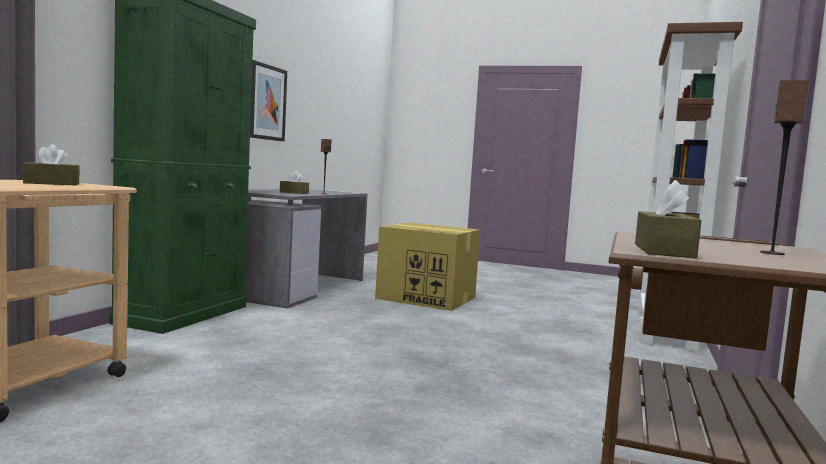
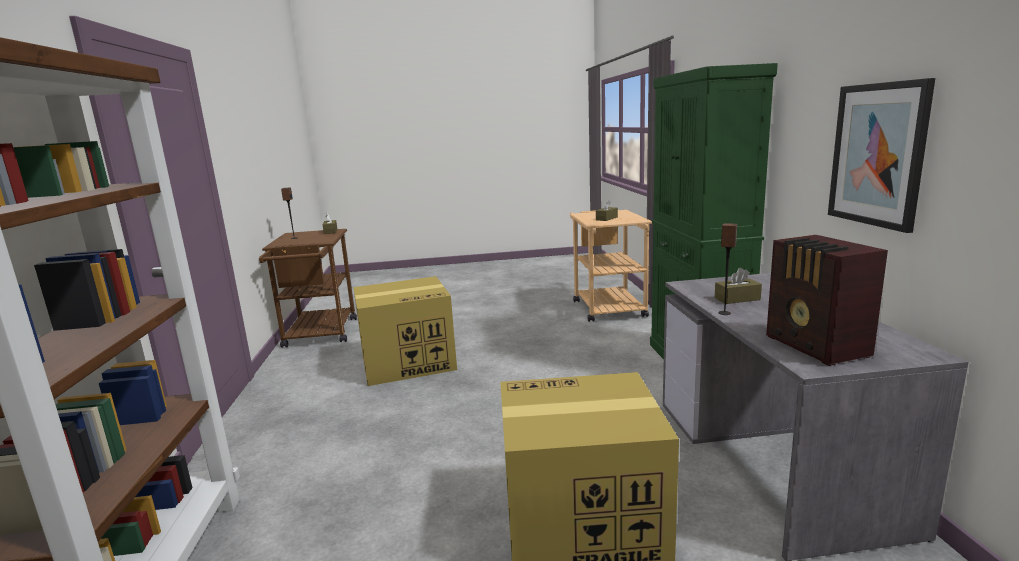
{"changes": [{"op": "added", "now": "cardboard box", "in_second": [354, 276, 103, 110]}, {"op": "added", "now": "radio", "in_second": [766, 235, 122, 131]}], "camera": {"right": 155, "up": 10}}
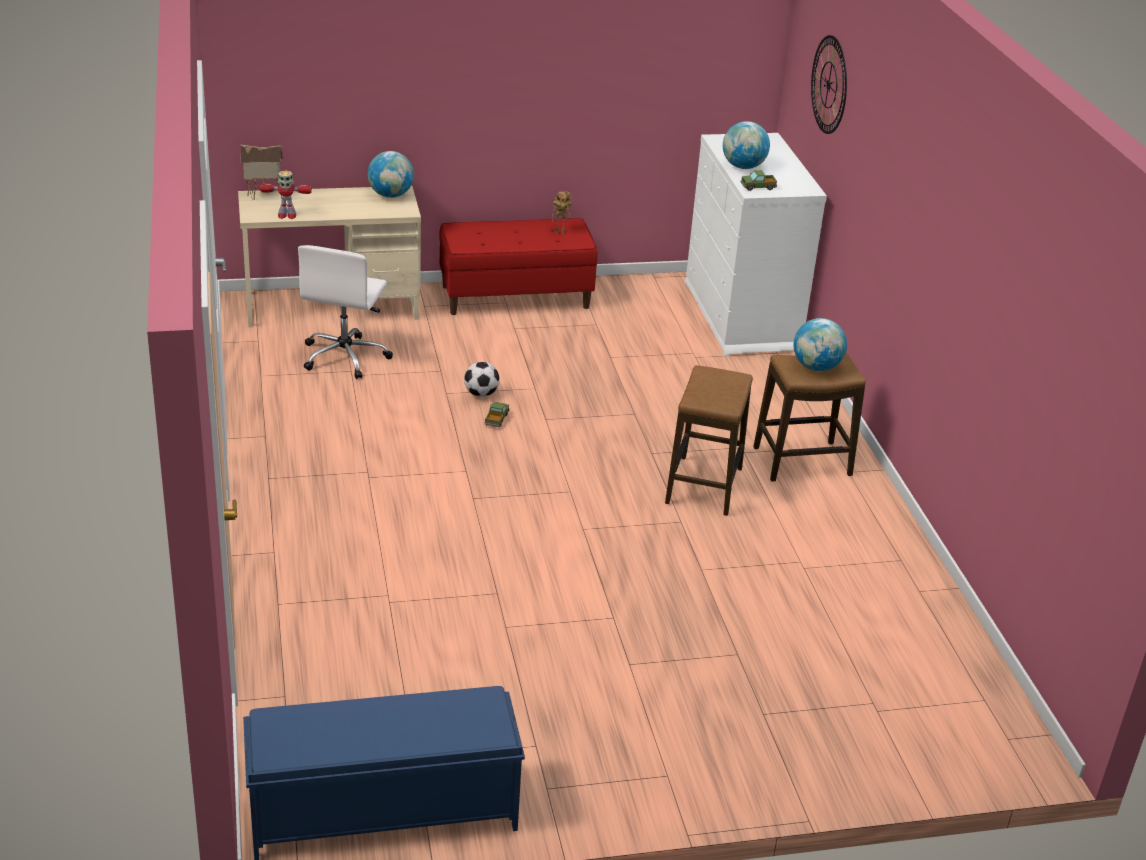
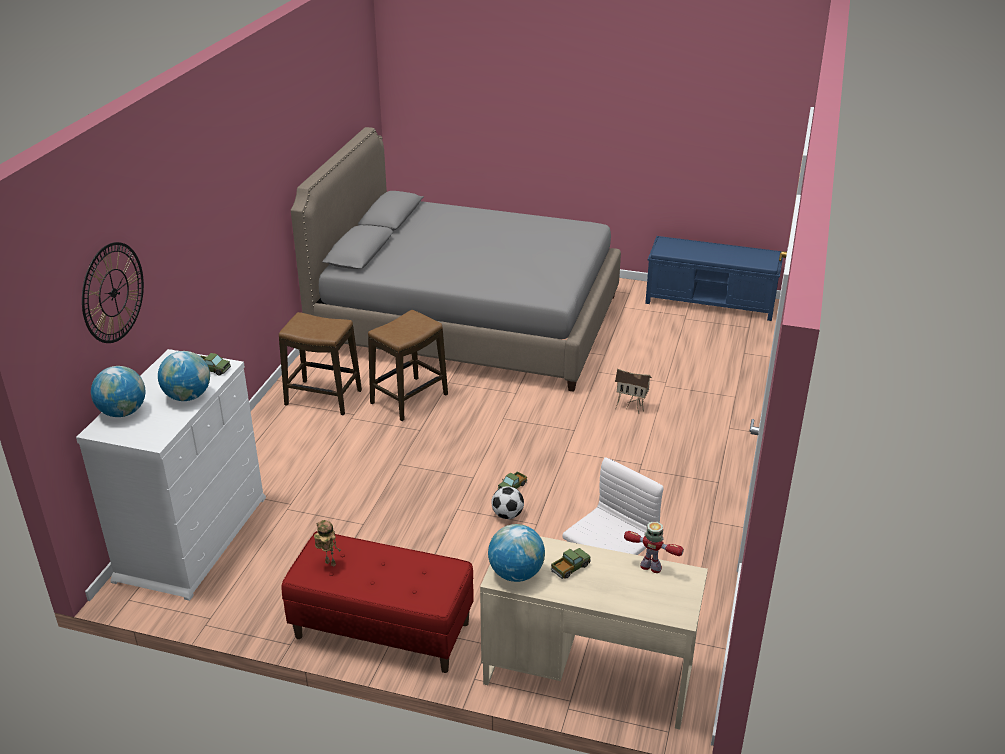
{"changes": [{"op": "moved", "was": "globe", "in_first": [793, 318, 54, 53], "in_second": [91, 366, 54, 51]}, {"op": "added", "now": "grey bed", "in_second": [291, 127, 330, 265]}, {"op": "added", "now": "toy truck", "in_second": [551, 548, 40, 31]}, {"op": "moved", "was": "toy house", "in_first": [241, 145, 42, 55], "in_second": [615, 369, 37, 45]}], "camera": {"right": -150, "up": 0}}
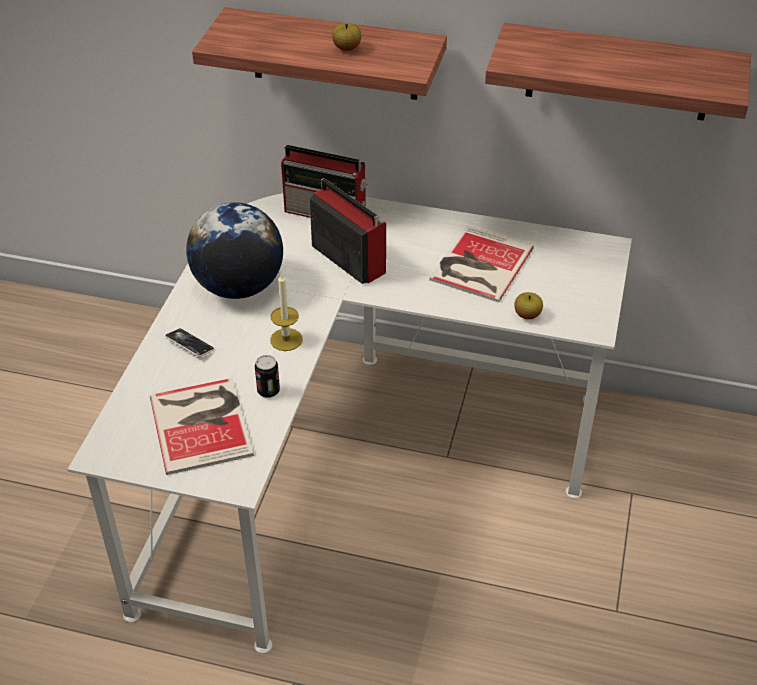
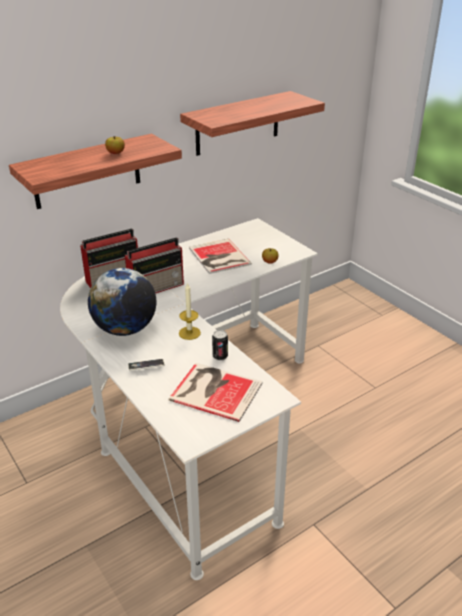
{"changes": [{"op": "turned", "was": "radio", "in_first": [310, 178, 76, 106], "in_second": [125, 238, 59, 55], "clockwise": 150}], "camera": {"right": -50, "up": -10}}
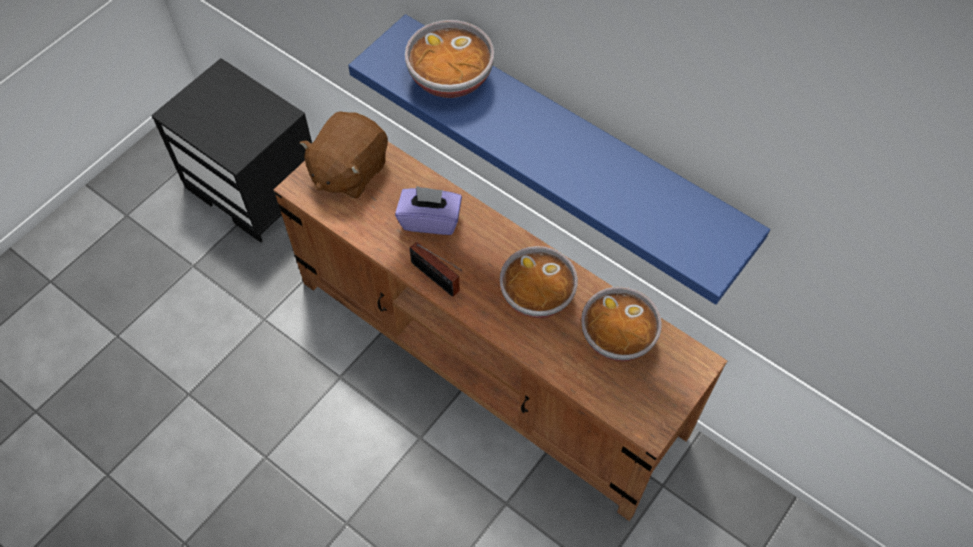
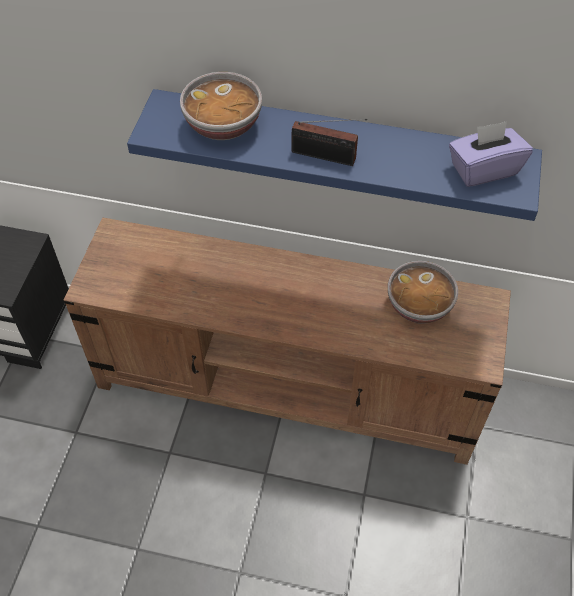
{"changes": [{"op": "moved", "was": "radio", "in_first": [409, 242, 53, 55], "in_second": [292, 119, 75, 47]}, {"op": "moved", "was": "purple tissue box", "in_first": [395, 186, 67, 49], "in_second": [449, 121, 84, 66]}, {"op": "removed", "was": "brown plush toy", "in_first": [299, 112, 89, 86]}, {"op": "removed", "was": "bowl", "in_first": [500, 246, 78, 72]}], "camera": {"right": -25, "up": -5}}
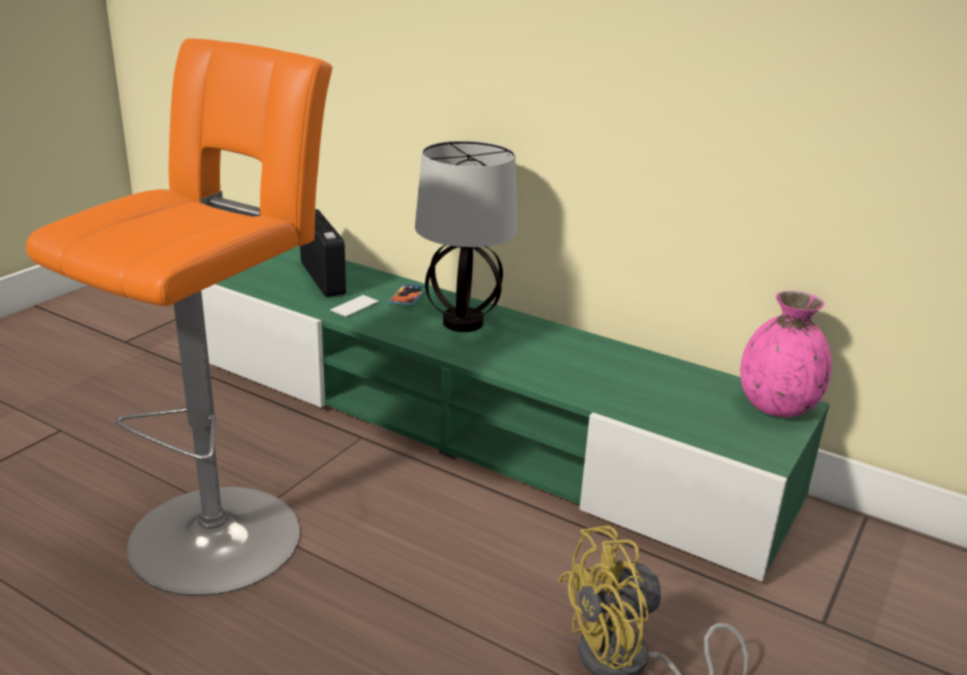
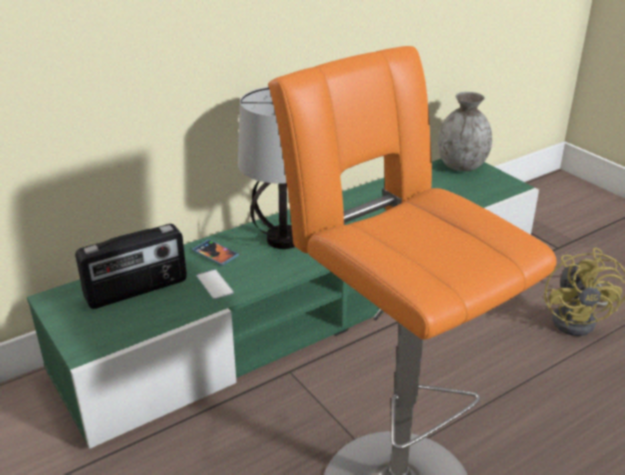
{"changes": [{"op": "turned", "was": "radio", "in_first": [300, 209, 46, 88], "in_second": [75, 224, 112, 85], "clockwise": 150}, {"op": "recoloured", "was": "pink vase", "now": "grey vase", "in_first": [740, 291, 92, 126], "in_second": [438, 92, 54, 79]}], "camera": {"right": -65, "up": 5}}
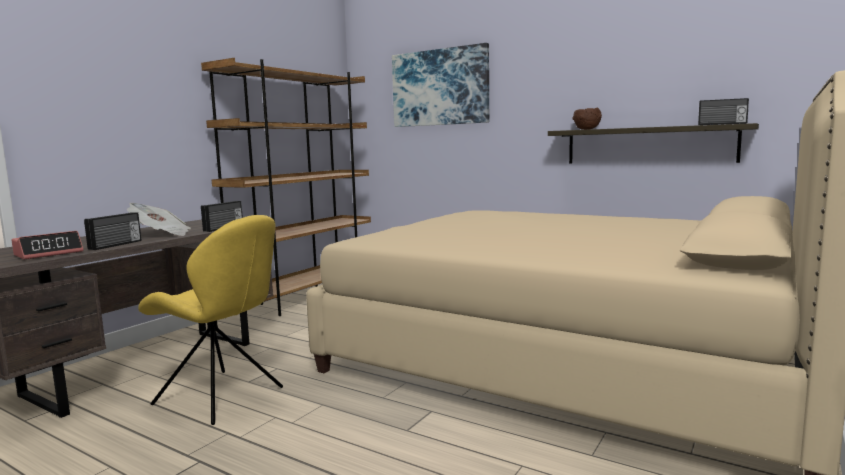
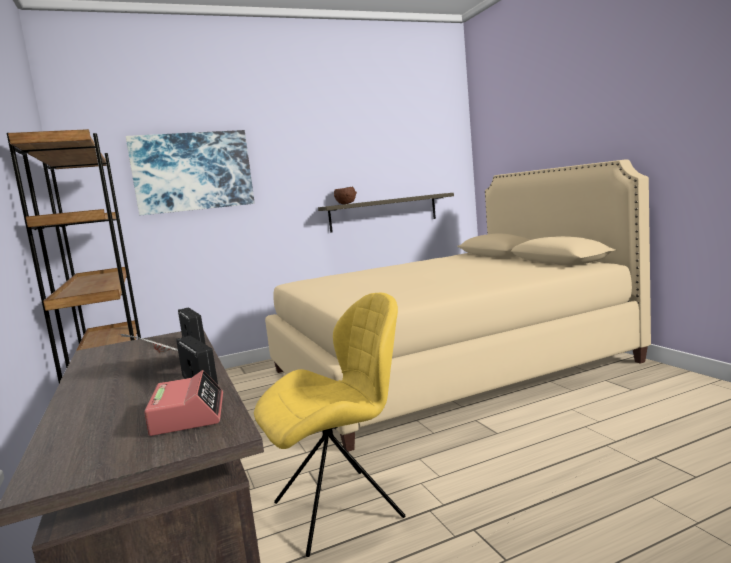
{"changes": [{"op": "removed", "was": "radio", "in_first": [698, 98, 51, 27]}], "camera": {"right": -55, "up": 0}}
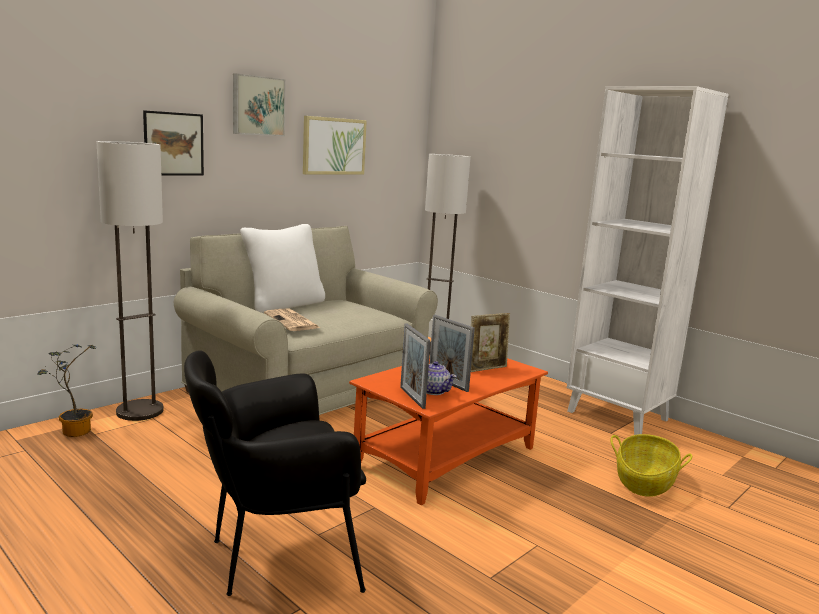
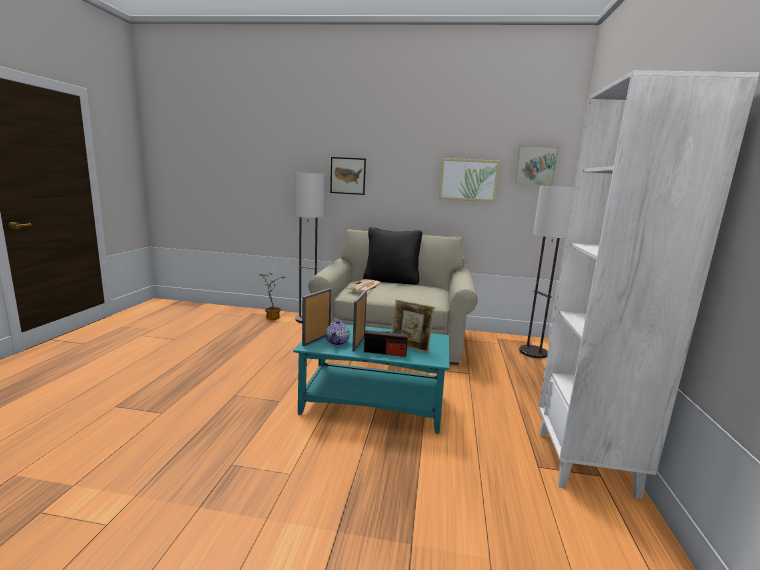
{"changes": [{"op": "recoloured", "was": "orange coffee table", "now": "turquoise coffee table", "in_first": [349, 358, 199, 147], "in_second": [293, 324, 157, 110]}, {"op": "recoloured", "was": "white pillow", "now": "black pillow", "in_first": [240, 224, 85, 89], "in_second": [363, 227, 59, 58]}, {"op": "added", "now": "radio", "in_second": [364, 330, 44, 27]}, {"op": "moved", "was": "picture", "in_first": [233, 73, 53, 63], "in_second": [514, 145, 45, 41]}, {"op": "removed", "was": "black armchair", "in_first": [184, 350, 182, 246]}, {"op": "removed", "was": "basket", "in_first": [611, 434, 81, 63]}], "camera": {"right": 55, "up": 0}}
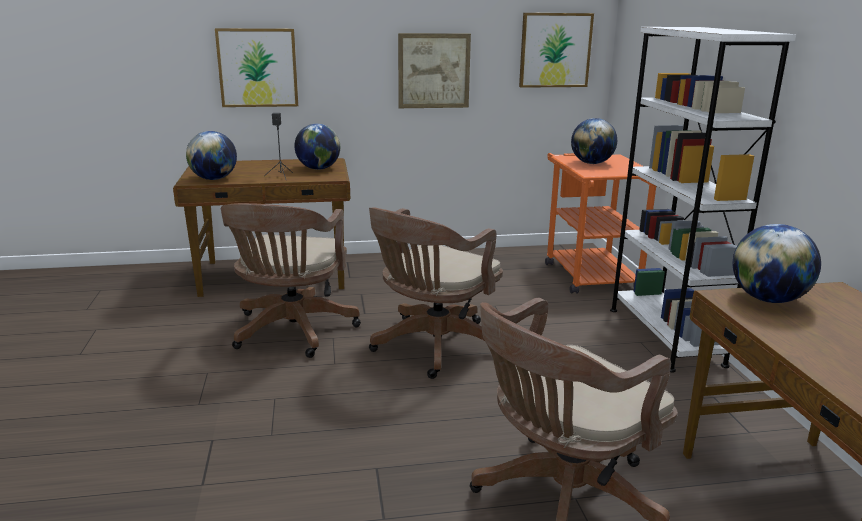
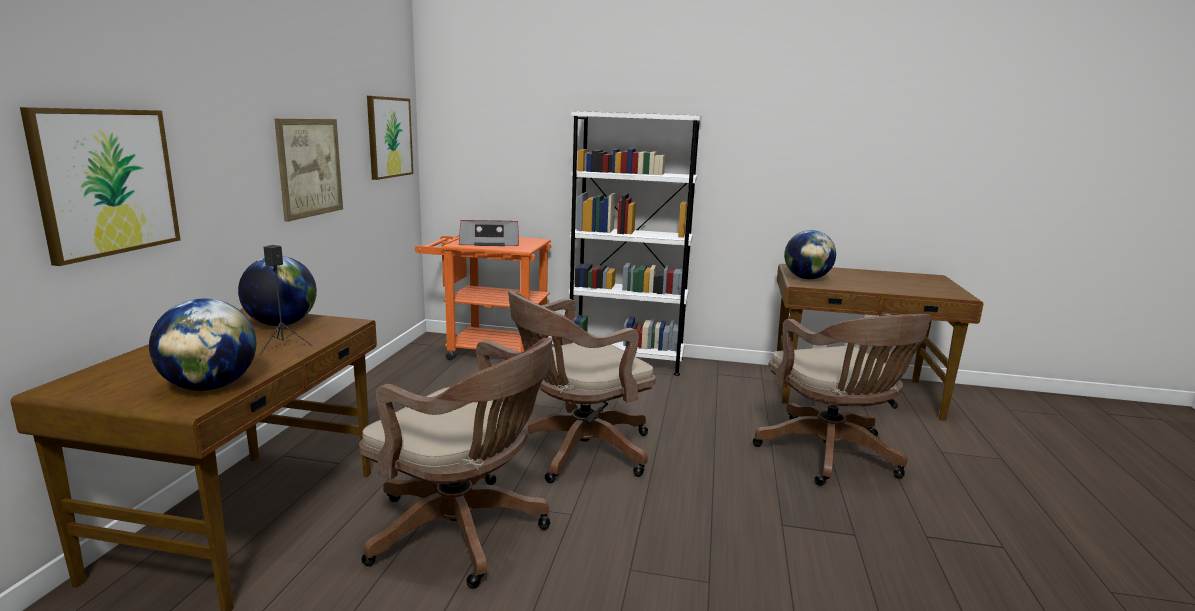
{"changes": [{"op": "replaced", "was": "globe", "now": "radio", "in_first": [571, 118, 46, 46], "in_second": [459, 220, 60, 26]}, {"op": "turned", "was": "brown office chair", "in_first": [369, 208, 134, 171], "in_second": [508, 290, 148, 193], "clockwise": 90}], "camera": {"right": -70, "up": -5}}
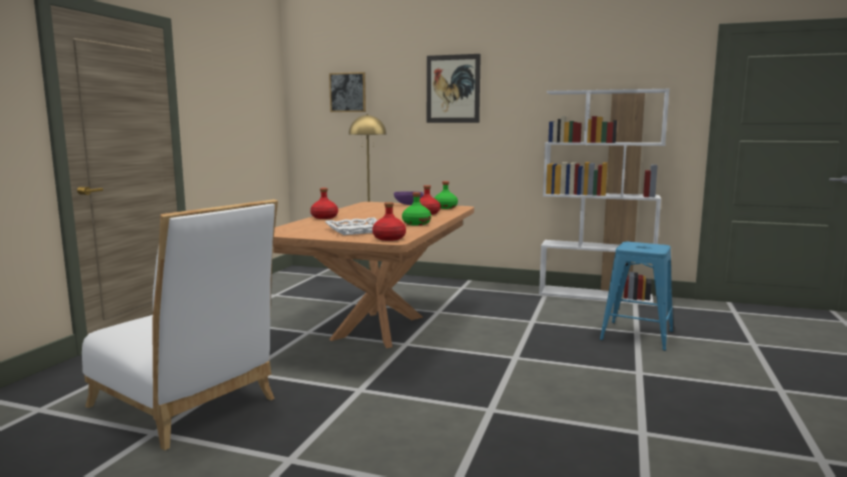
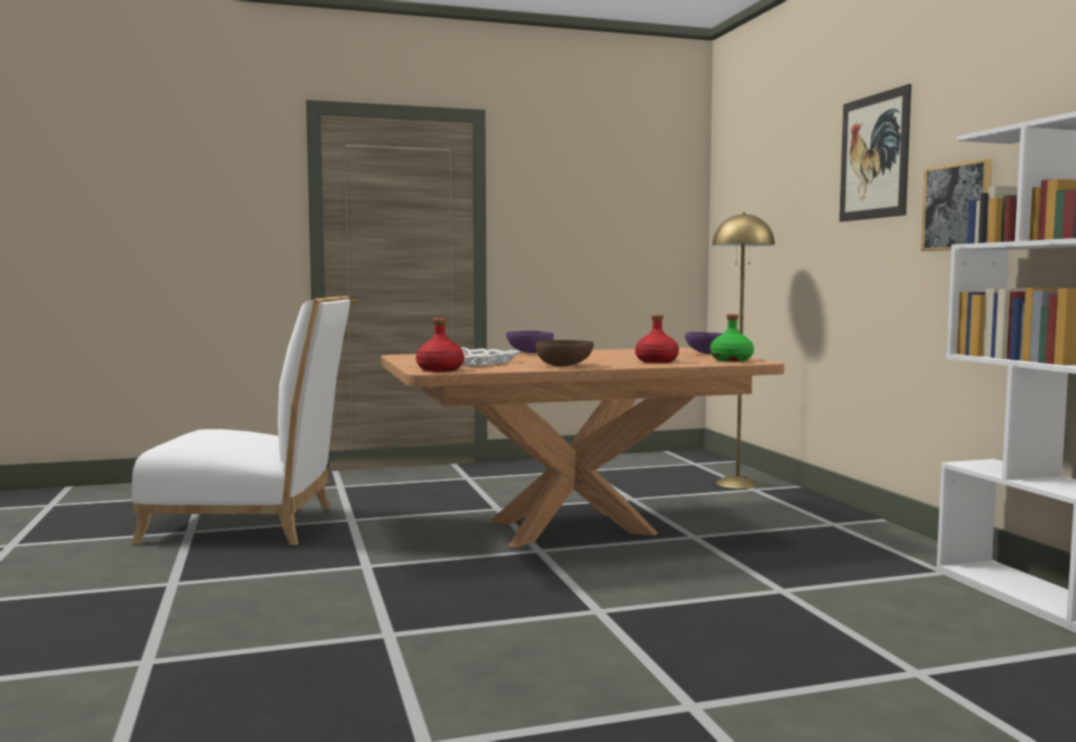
{"changes": [{"op": "turned", "was": "white chair", "in_first": [82, 199, 196, 251], "in_second": [131, 296, 219, 249], "clockwise": -90}, {"op": "replaced", "was": "red bottle", "now": "purple bowl", "in_first": [310, 188, 28, 31], "in_second": [506, 331, 48, 22]}, {"op": "replaced", "was": "green bottle", "now": "brown bowl", "in_first": [402, 192, 29, 34], "in_second": [536, 340, 58, 27]}, {"op": "moved", "was": "picture", "in_first": [329, 72, 37, 40], "in_second": [921, 158, 71, 93]}, {"op": "removed", "was": "blue stool", "in_first": [600, 241, 73, 110]}], "camera": {"right": 55, "up": -5}}
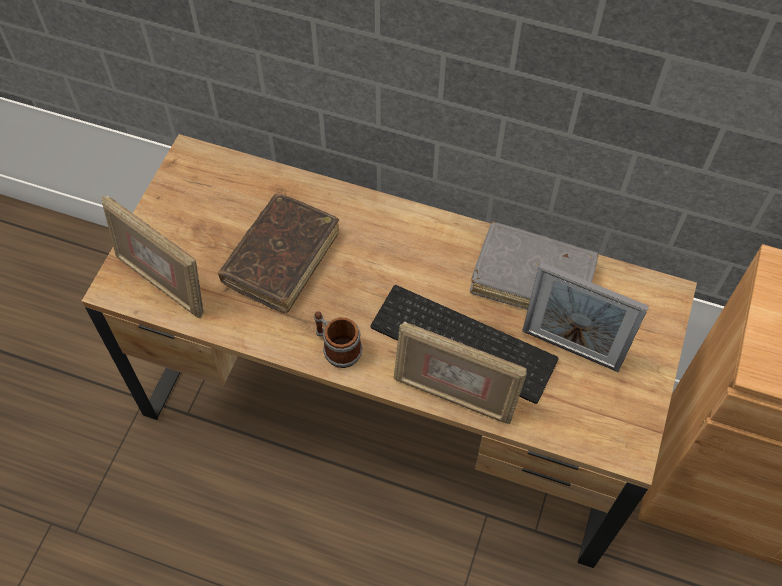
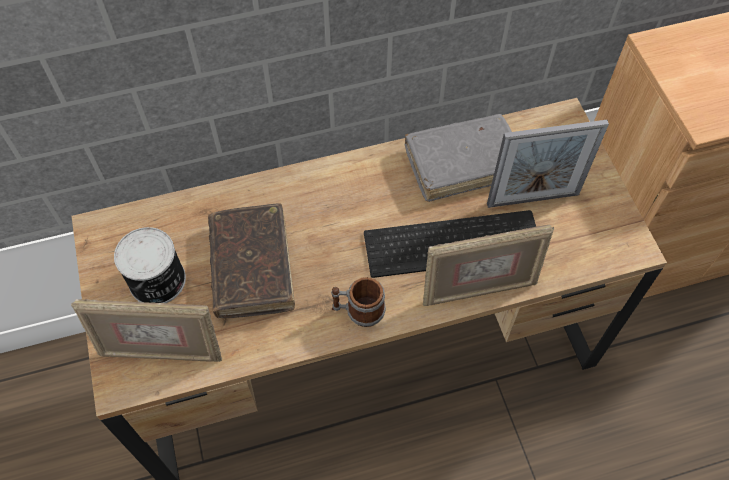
{"changes": [{"op": "added", "now": "can", "in_second": [114, 227, 72, 76]}], "camera": {"right": -35, "up": 0}}
